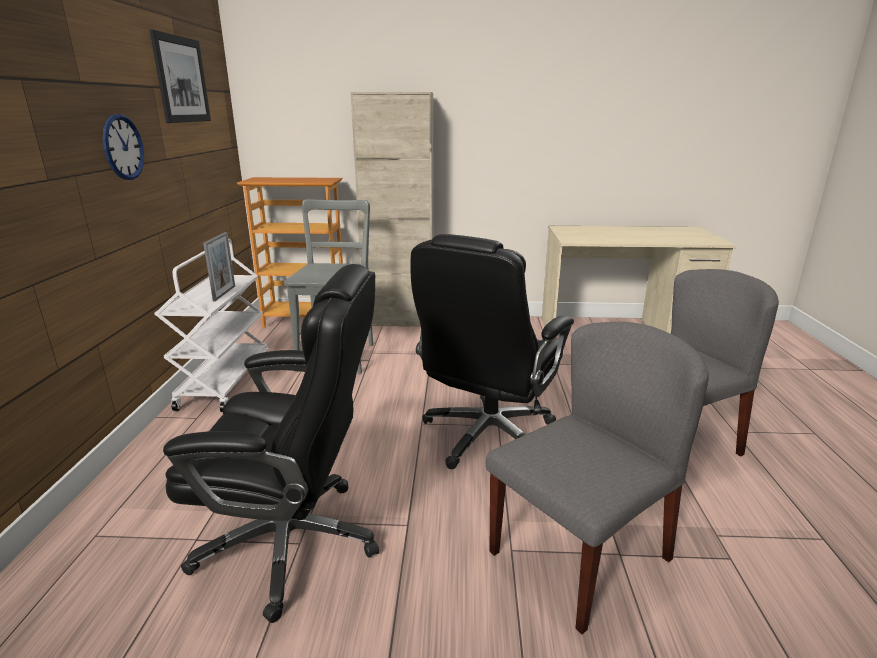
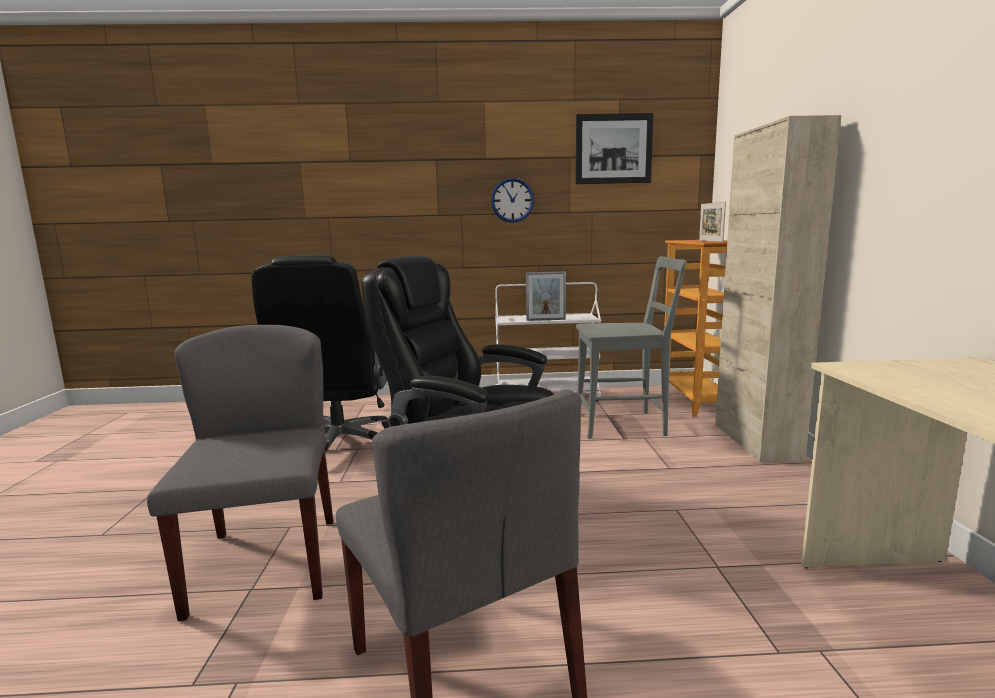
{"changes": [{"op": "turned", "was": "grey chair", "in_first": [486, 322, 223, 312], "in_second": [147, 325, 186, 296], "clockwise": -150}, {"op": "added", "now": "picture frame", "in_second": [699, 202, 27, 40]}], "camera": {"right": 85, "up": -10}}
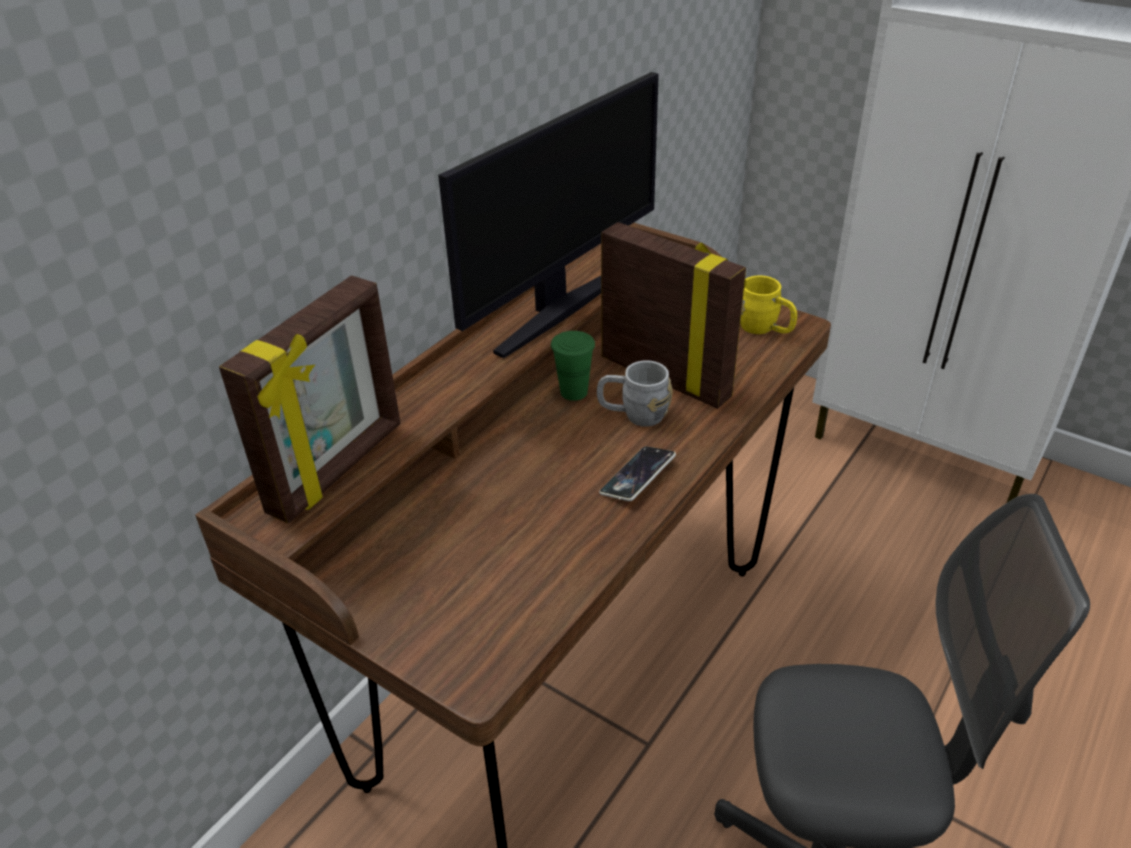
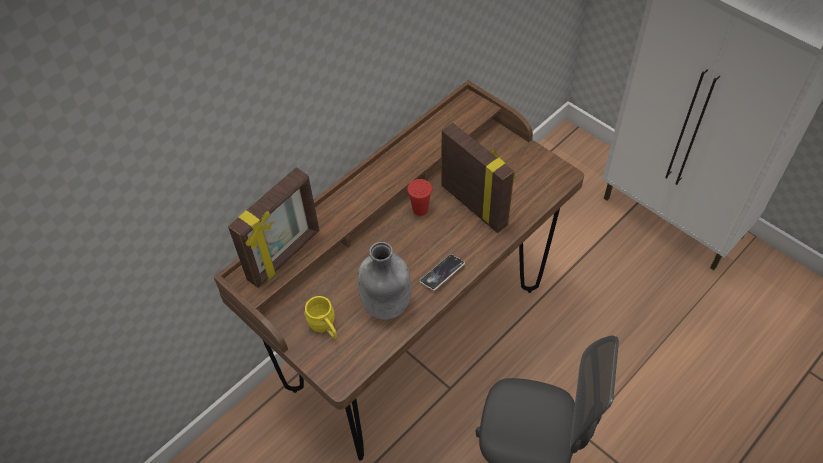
{"changes": [{"op": "moved", "was": "yellow mug", "in_first": [740, 275, 57, 59], "in_second": [304, 296, 33, 43]}, {"op": "added", "now": "grey bottle", "in_second": [358, 242, 53, 78]}, {"op": "recoloured", "was": "green cup", "now": "red cup", "in_first": [551, 331, 44, 70], "in_second": [407, 179, 25, 37]}, {"op": "removed", "was": "monitor", "in_first": [438, 72, 221, 286]}, {"op": "removed", "was": "grey mug", "in_first": [597, 360, 76, 67]}], "camera": {"right": 10, "up": 15}}
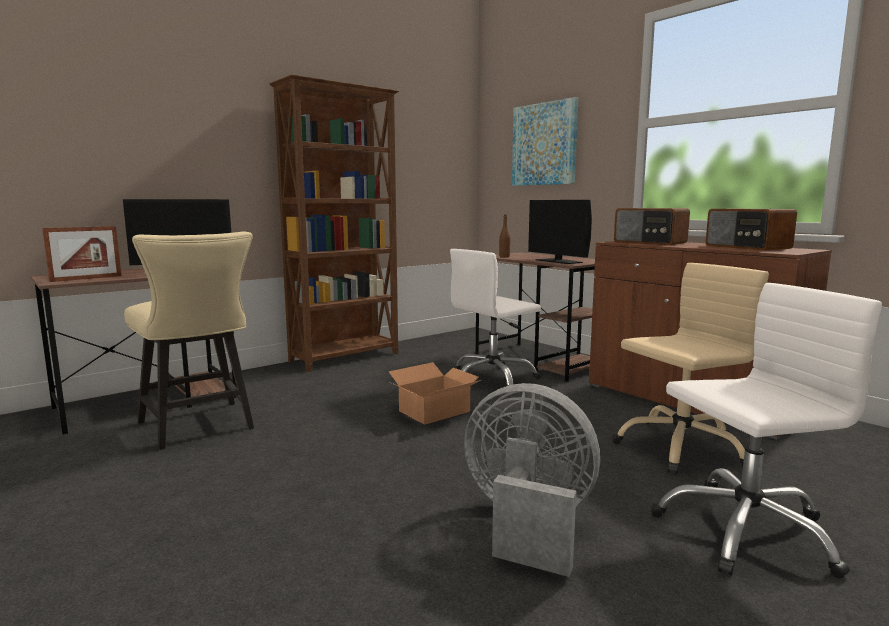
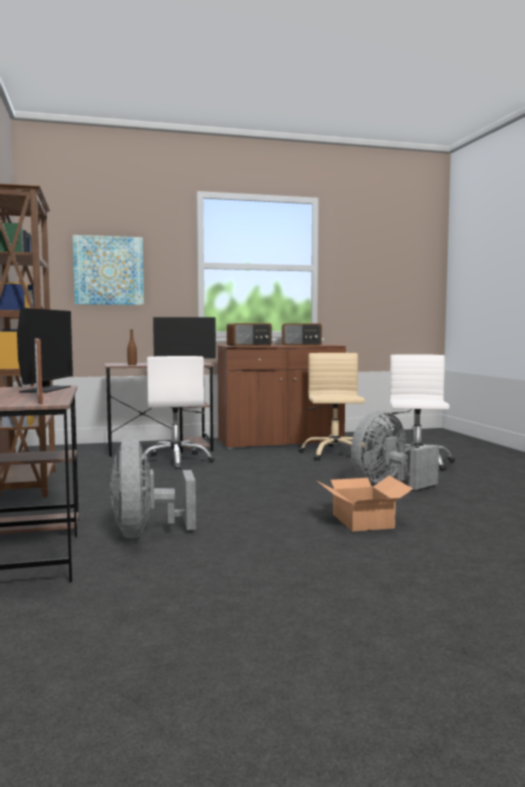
{"changes": [{"op": "replaced", "was": "beige chair", "now": "grey fan", "in_first": [124, 232, 130, 218], "in_second": [110, 439, 86, 99]}, {"op": "moved", "was": "cardboard box", "in_first": [389, 362, 92, 63], "in_second": [316, 476, 97, 55]}], "camera": {"right": -65, "up": -5}}
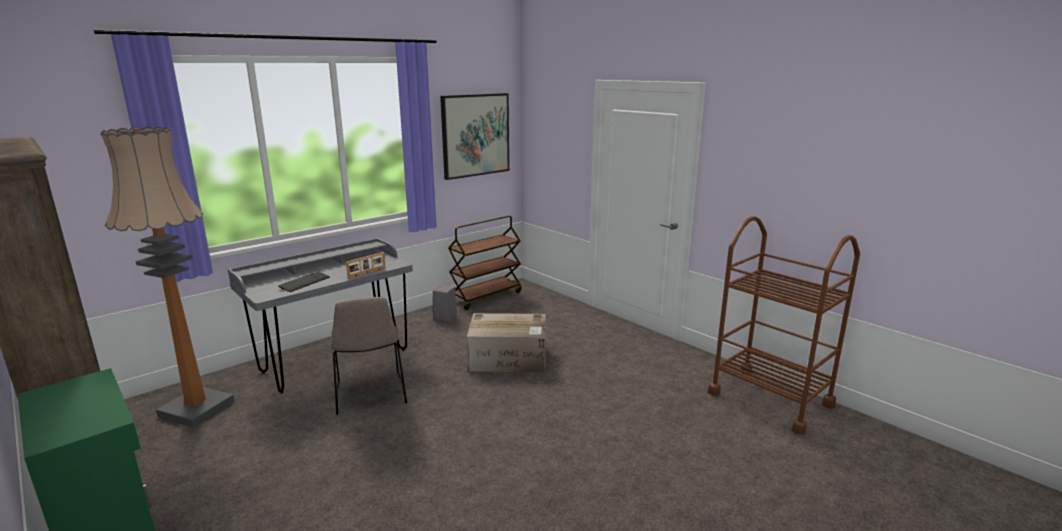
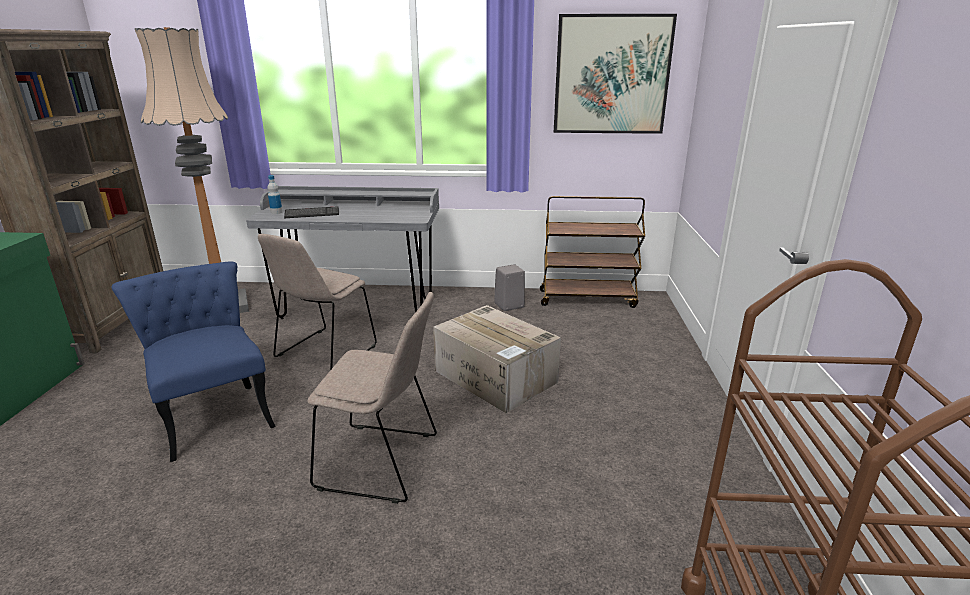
{"changes": [{"op": "added", "now": "blue chair", "in_second": [111, 261, 165, 201]}, {"op": "added", "now": "bottle", "in_second": [268, 175, 14, 39]}, {"op": "added", "now": "beige chair", "in_second": [308, 292, 129, 212]}, {"op": "removed", "was": "picture frame", "in_first": [346, 252, 39, 27]}], "camera": {"right": 45, "up": 5}}
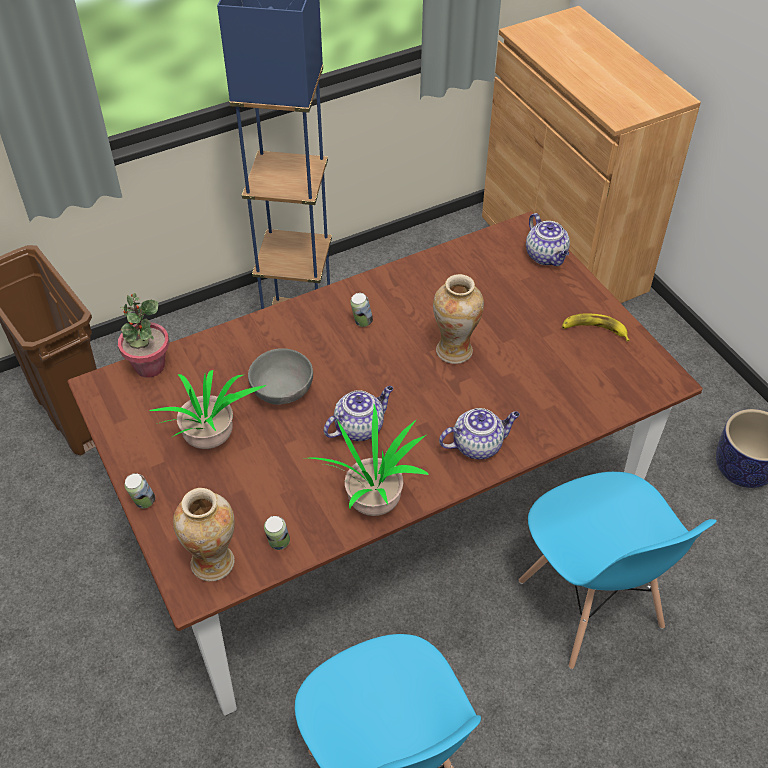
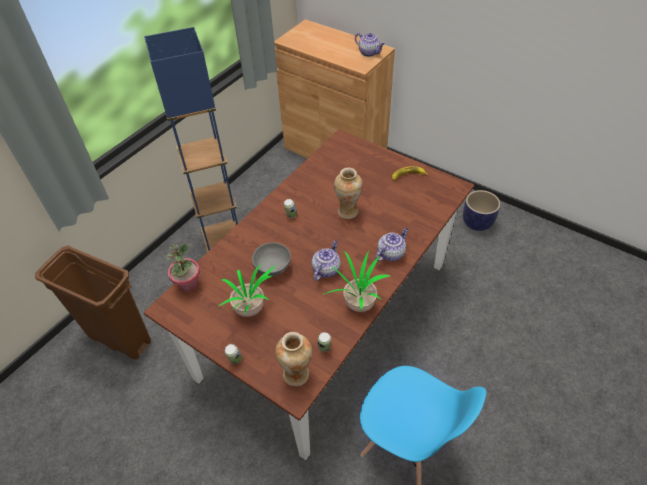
{"changes": [{"op": "moved", "was": "teapot", "in_first": [526, 213, 44, 53], "in_second": [355, 33, 30, 24]}, {"op": "removed", "was": "blue chair", "in_first": [519, 472, 198, 197]}], "camera": {"right": -25, "up": 0}}
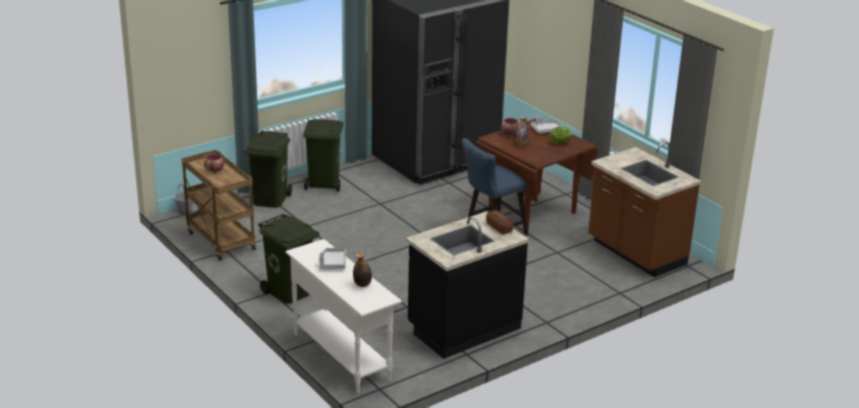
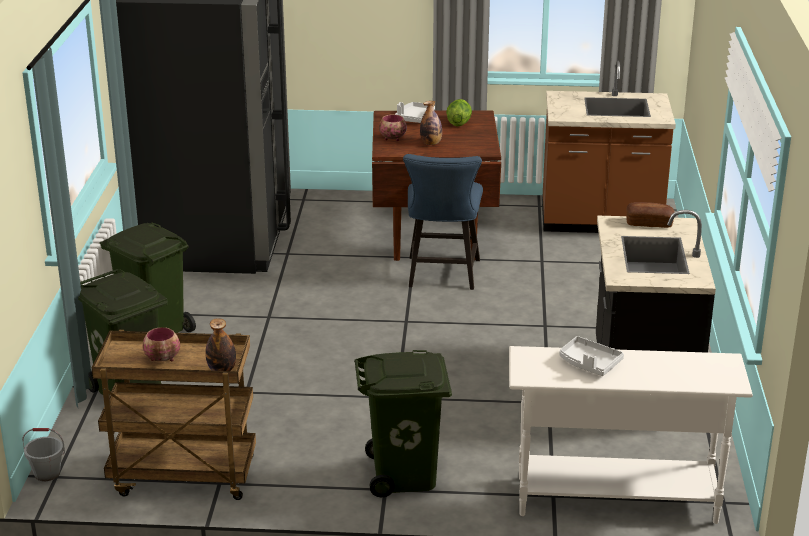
{"changes": [{"op": "moved", "was": "bottle", "in_first": [353, 251, 19, 36], "in_second": [205, 318, 31, 53]}], "camera": {"right": -50, "up": 0}}
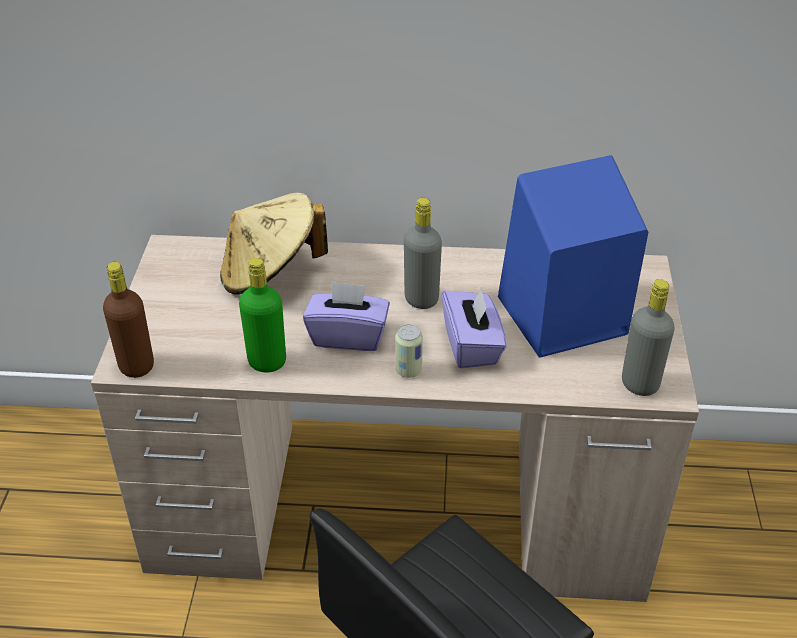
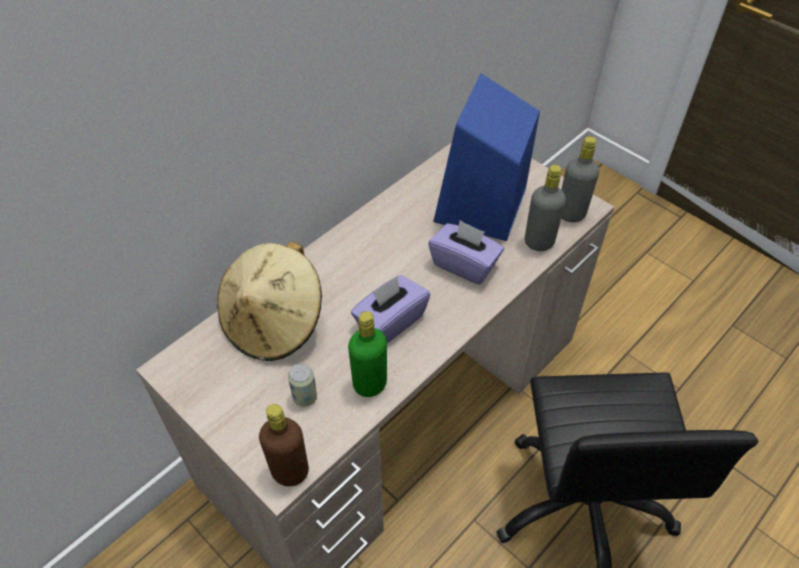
{"changes": [{"op": "moved", "was": "can", "in_first": [395, 324, 28, 54], "in_second": [288, 364, 29, 43]}, {"op": "moved", "was": "grey bottle", "in_first": [404, 198, 38, 111], "in_second": [525, 165, 41, 86]}], "camera": {"right": -50, "up": 10}}
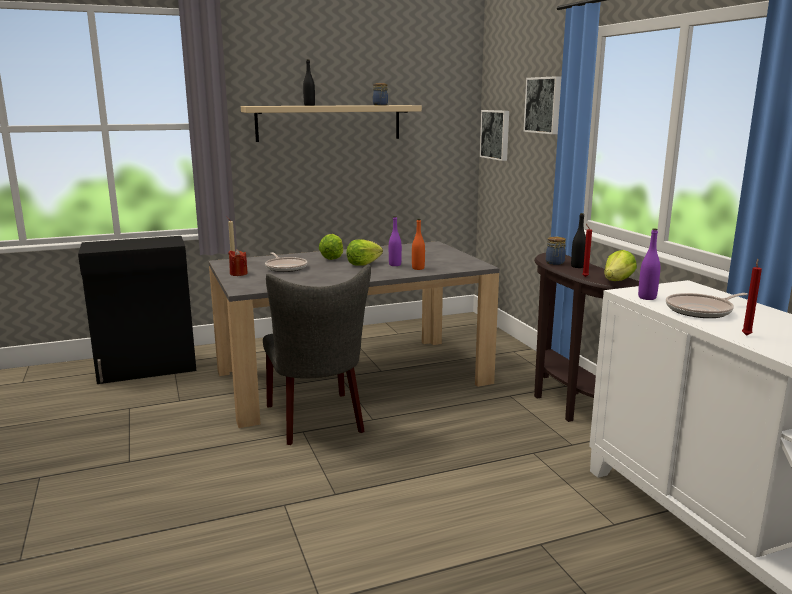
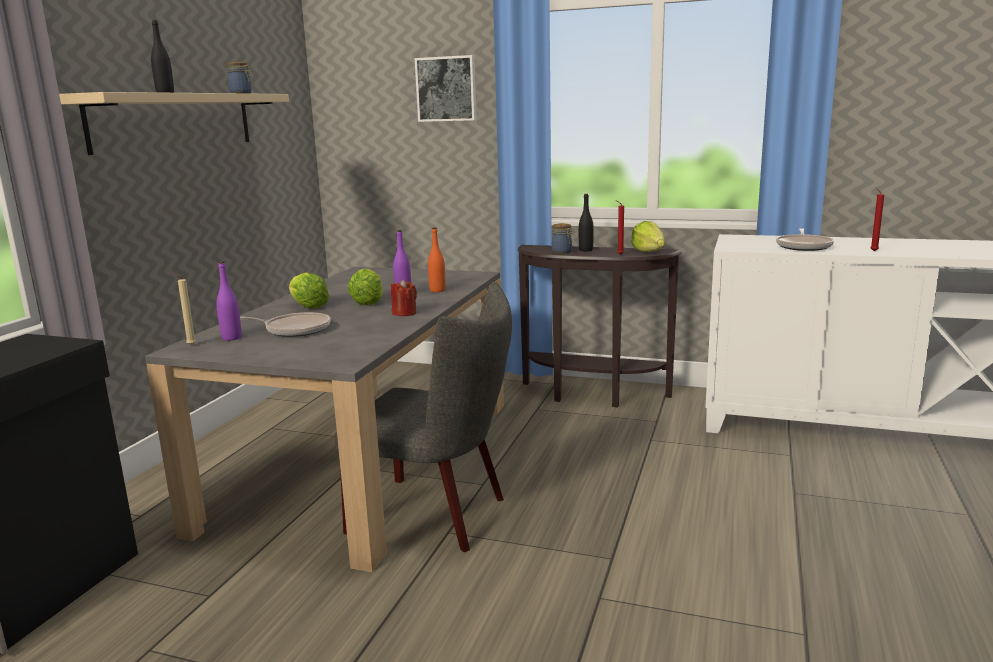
{"changes": [{"op": "moved", "was": "purple bottle", "in_first": [638, 228, 22, 72], "in_second": [216, 261, 26, 80]}, {"op": "moved", "was": "red candle", "in_first": [228, 249, 20, 27], "in_second": [391, 279, 26, 37]}, {"op": "removed", "was": "picture", "in_first": [480, 110, 29, 51]}], "camera": {"right": -50, "up": 0}}
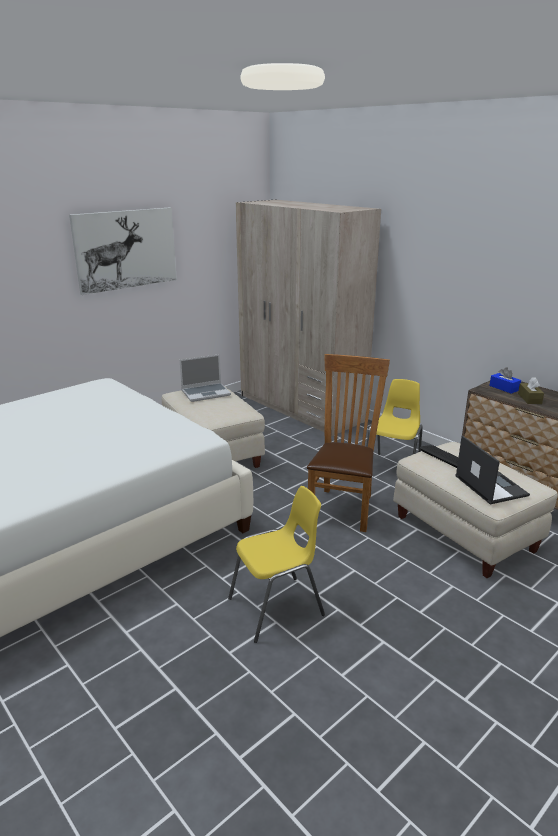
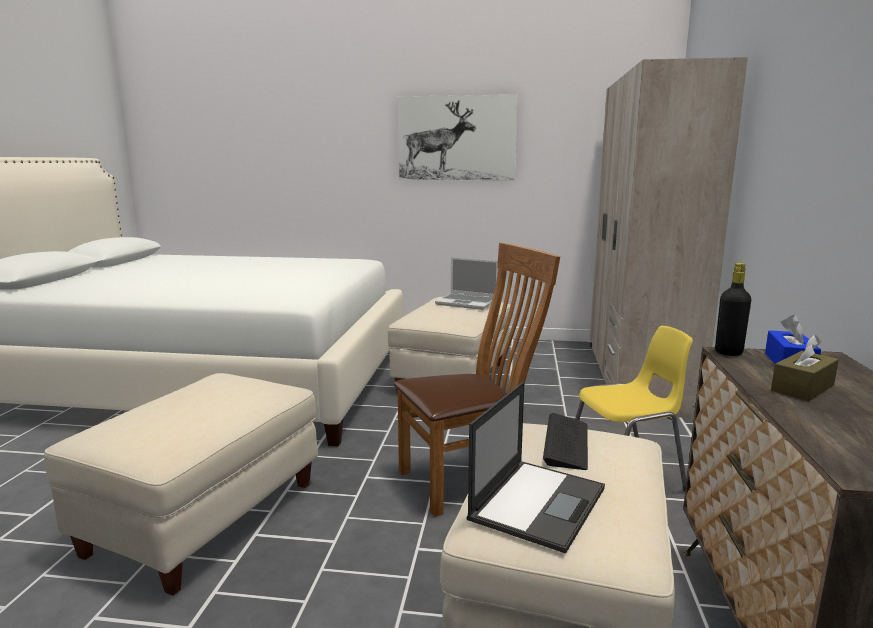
{"changes": [{"op": "replaced", "was": "yellow chair", "now": "beige ottoman", "in_first": [228, 486, 97, 157], "in_second": [44, 373, 274, 223]}, {"op": "added", "now": "black bottle", "in_second": [715, 263, 36, 93]}], "camera": {"right": 50, "up": -10}}
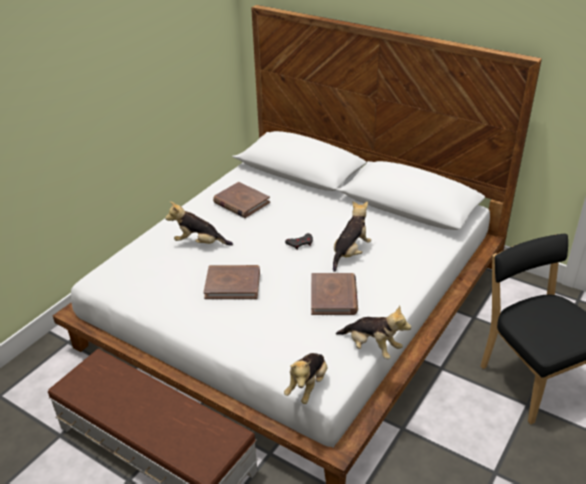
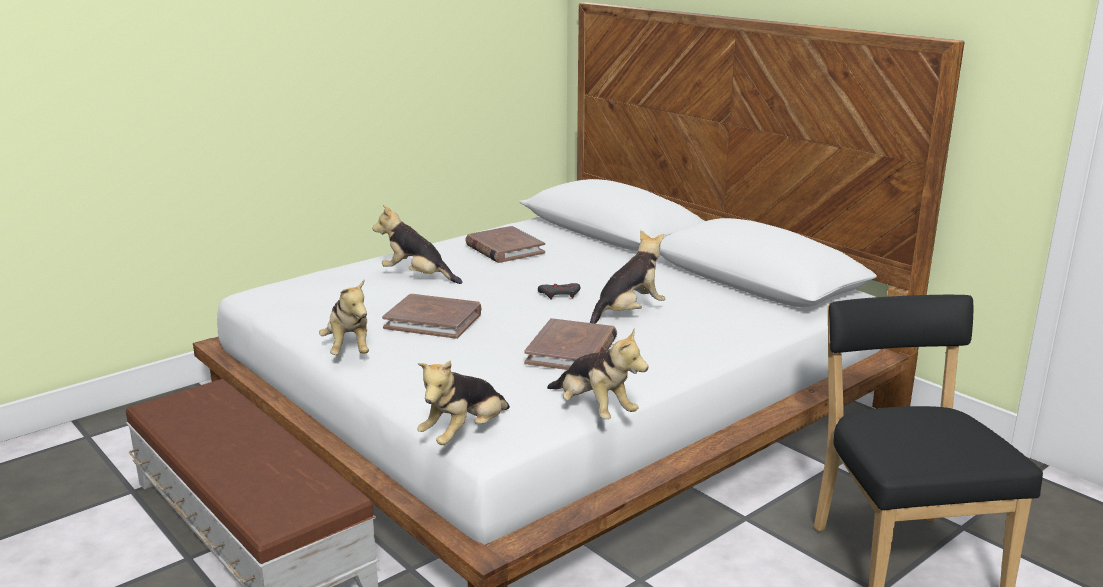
{"changes": [{"op": "added", "now": "plush toy", "in_second": [319, 280, 50, 75]}], "camera": {"right": 15, "up": -15}}
